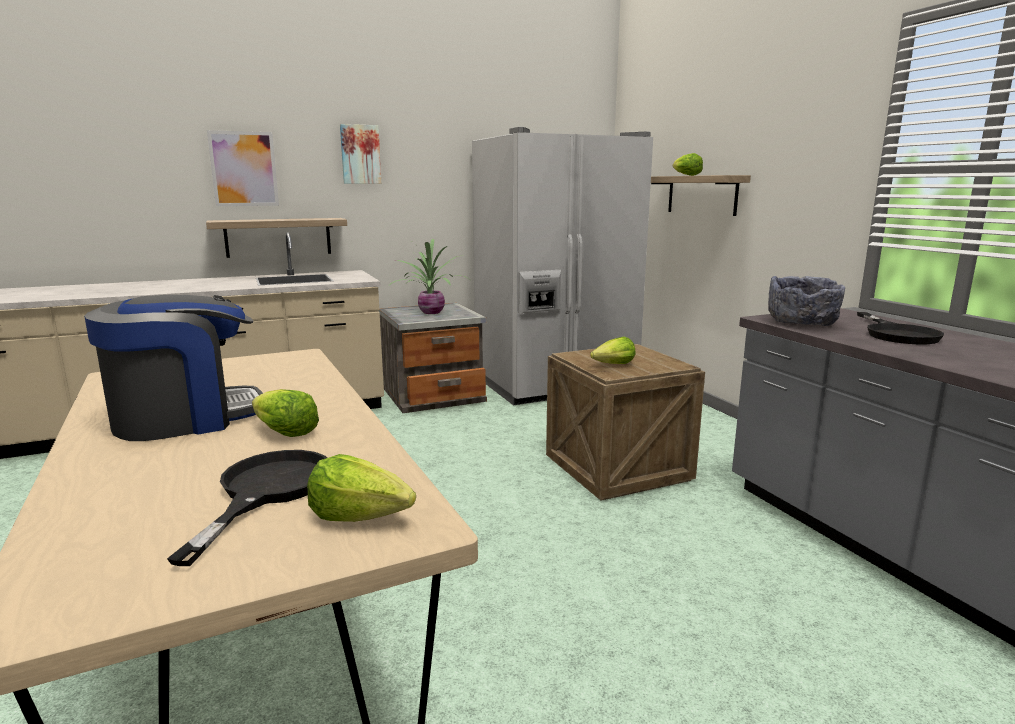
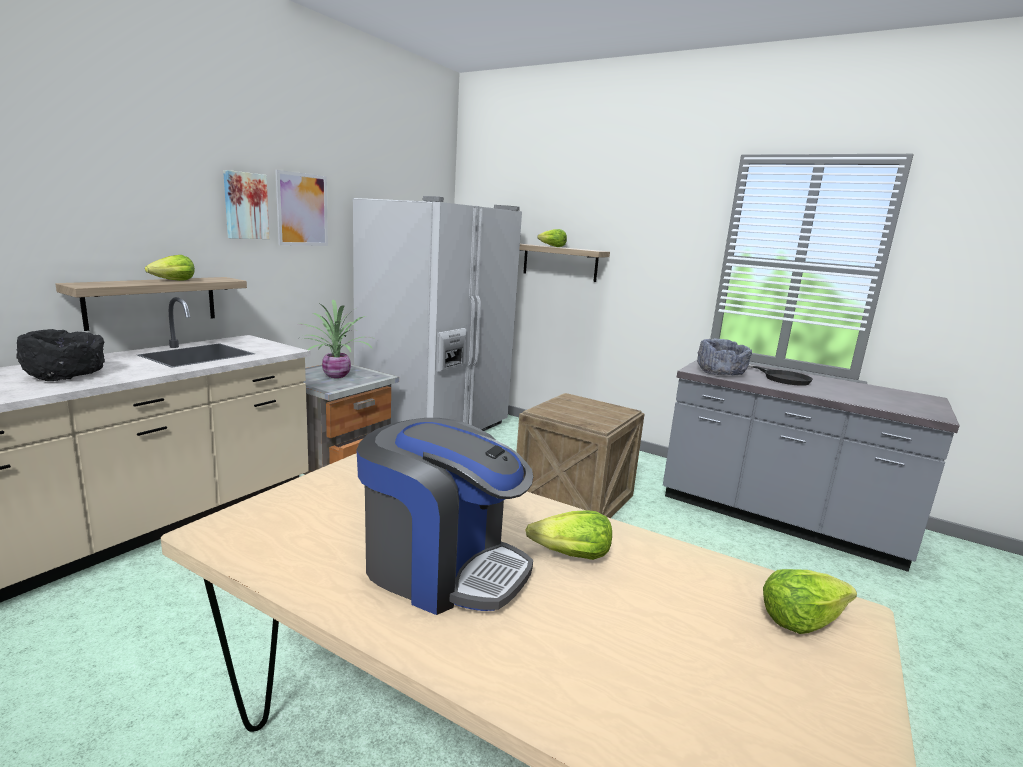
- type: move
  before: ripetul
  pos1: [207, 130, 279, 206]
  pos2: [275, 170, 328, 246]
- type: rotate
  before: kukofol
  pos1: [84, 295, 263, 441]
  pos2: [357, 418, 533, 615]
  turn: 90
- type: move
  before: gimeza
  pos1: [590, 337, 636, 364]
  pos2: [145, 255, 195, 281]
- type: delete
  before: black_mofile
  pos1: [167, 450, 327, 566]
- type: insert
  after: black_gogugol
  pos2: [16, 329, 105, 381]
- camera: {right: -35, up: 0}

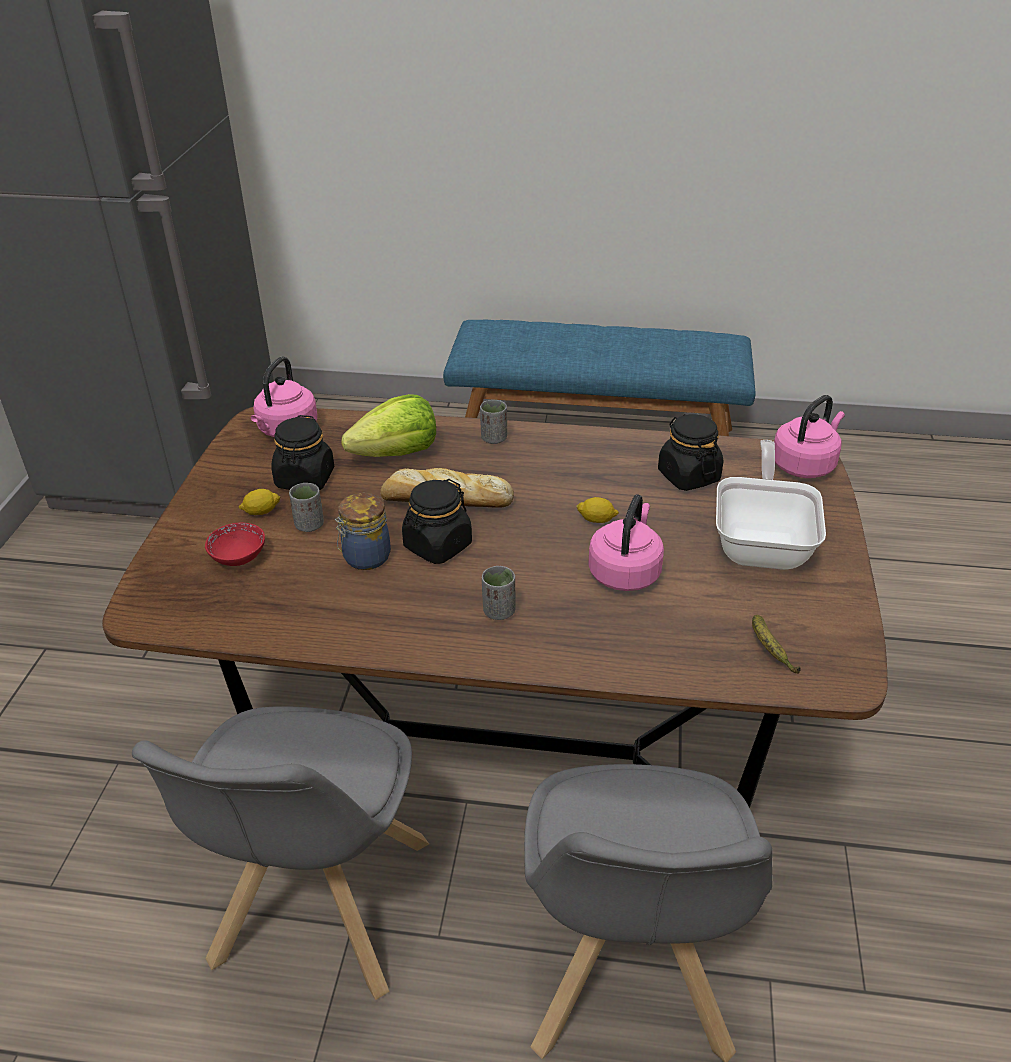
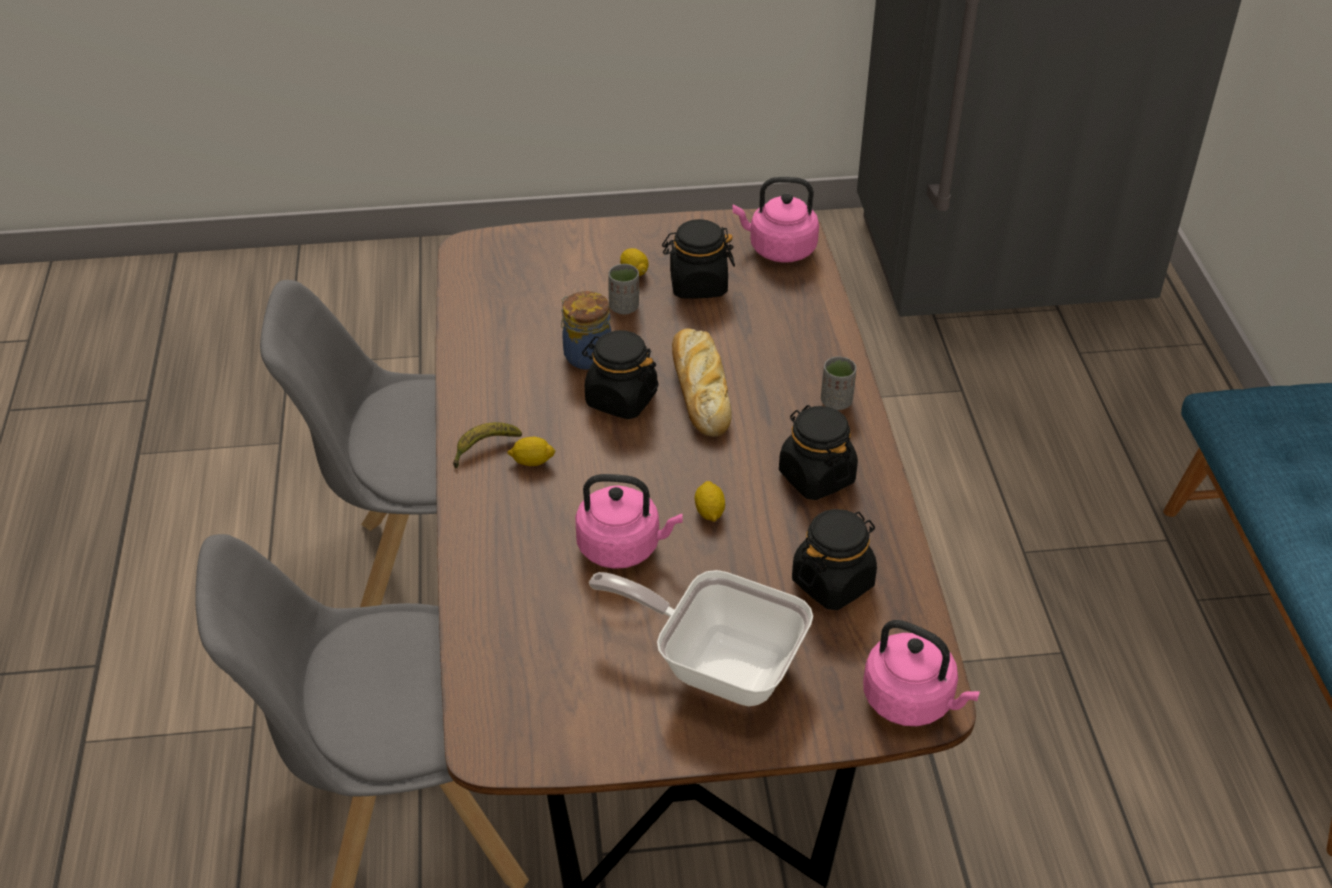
- type: delete
  before: gimeza
  pos1: [341, 394, 436, 457]
- type: rotate
  before: mofile
  pos1: [716, 440, 826, 570]
  pos2: [589, 570, 813, 706]
  turn: -150
- type: delete
  before: red_gogugol
  pos1: [205, 523, 265, 566]
- type: replace
  before: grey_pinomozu
  after: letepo
  pos1: [482, 566, 516, 620]
  pos2: [507, 437, 556, 466]
- type: move
  before: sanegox
  pos1: [752, 615, 800, 674]
  pos2: [453, 422, 522, 469]
- type: insert
  after: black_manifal
  pos2: [779, 405, 858, 500]
- camera: {right: 75, up: 5}

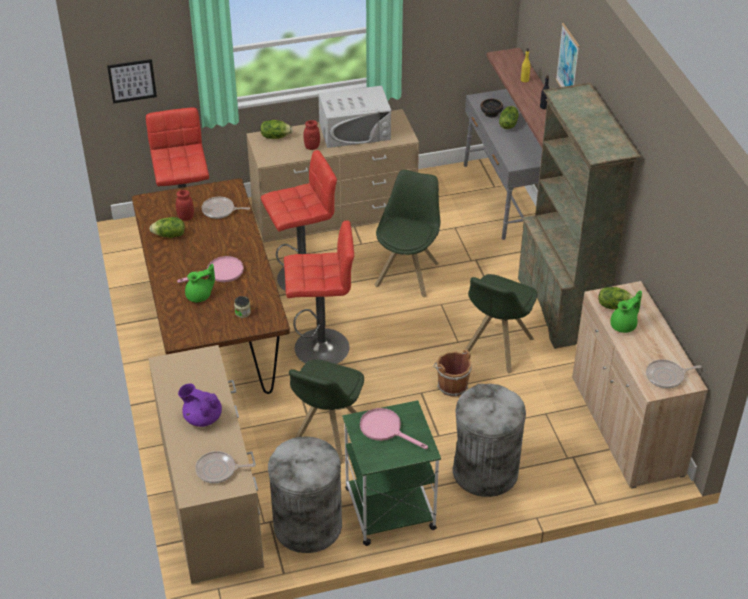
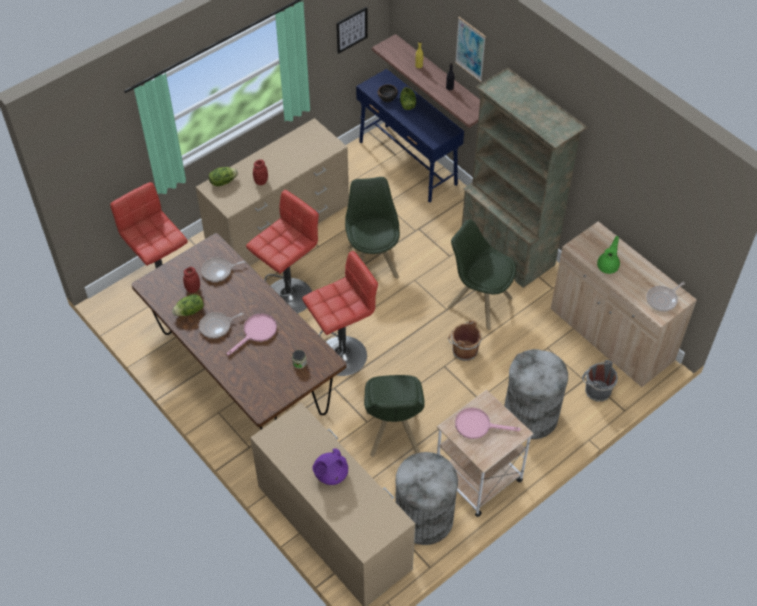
- type: move
  before: ripetul
  pos1: [107, 59, 157, 104]
  pos2: [336, 7, 368, 54]
- type: delete
  before: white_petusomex
  pos1: [318, 86, 391, 148]
- type: recolor
  before: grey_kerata
  after: blue_kerata
  pos1: [464, 89, 542, 240]
  pos2: [356, 69, 464, 202]
- type: delete
  before: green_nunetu
  pos1: [185, 264, 215, 302]
- type: rotate
  before: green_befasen
  pos1: [465, 274, 537, 373]
  pos2: [448, 219, 516, 330]
  turn: 120
- type: delete
  before: gimeza
  pos1: [598, 287, 634, 310]
- type: rotate
  before: purple_nunetu
  pos1: [178, 384, 222, 427]
  pos2: [312, 448, 348, 485]
  turn: -45
- type: recolor
  before: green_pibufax
  after: beige_pibufax
  pos1: [342, 400, 441, 546]
  pos2: [437, 390, 534, 517]
- type: move
  before: mofile
  pos1: [195, 451, 256, 483]
  pos2: [199, 312, 244, 338]
- type: insert
  after: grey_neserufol
  pos2: [582, 360, 618, 402]
- camera: {right: -25, up: 10}

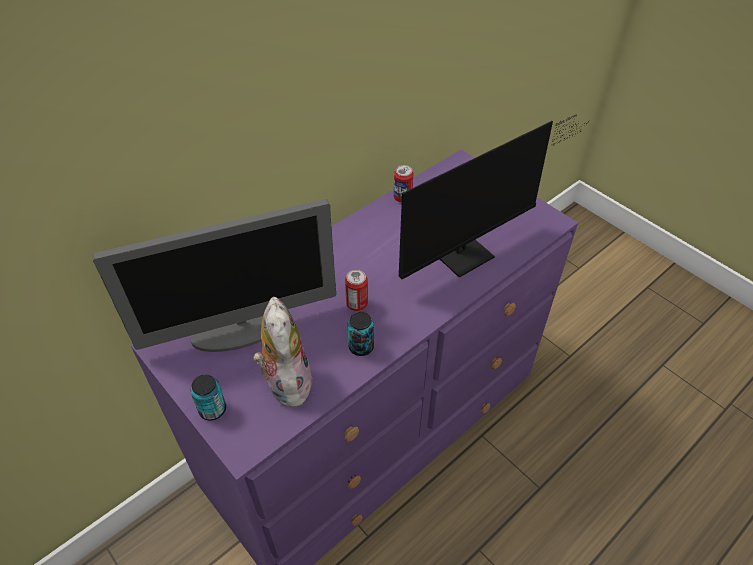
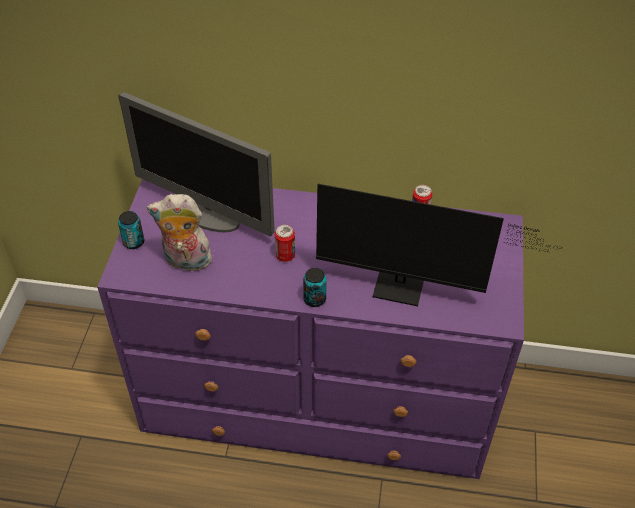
- type: rotate
  before: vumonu
  pos1: [253, 297, 313, 407]
  pos2: [147, 194, 214, 275]
  turn: -120
- type: move
  before: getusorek
  pos1: [347, 312, 374, 356]
  pos2: [303, 268, 327, 307]
- camera: {right: 50, up: 0}

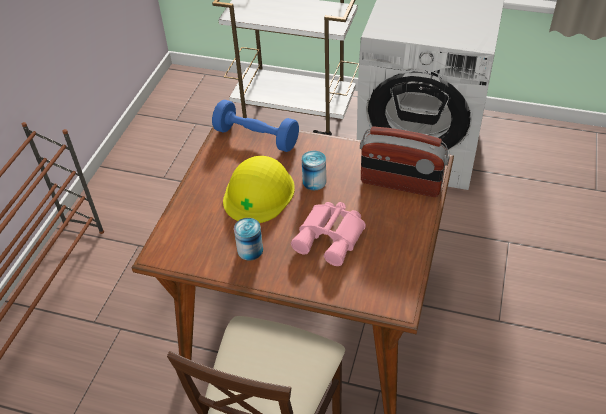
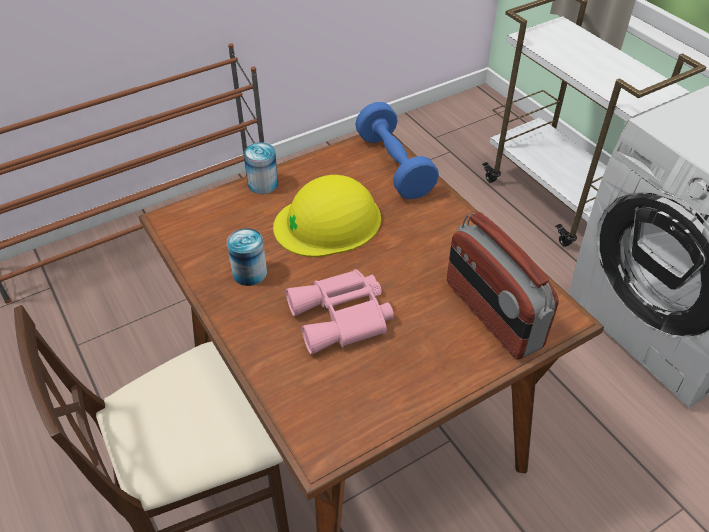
- type: move
  before: getusorek
  pos1: [301, 151, 326, 190]
  pos2: [244, 142, 278, 194]
- camera: {right: 40, up: 0}

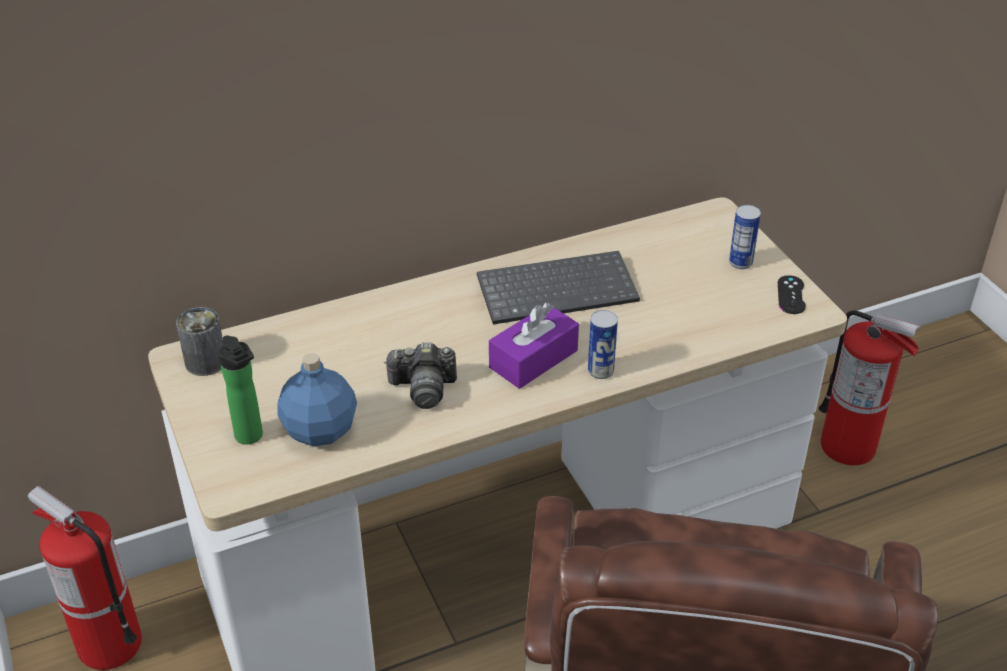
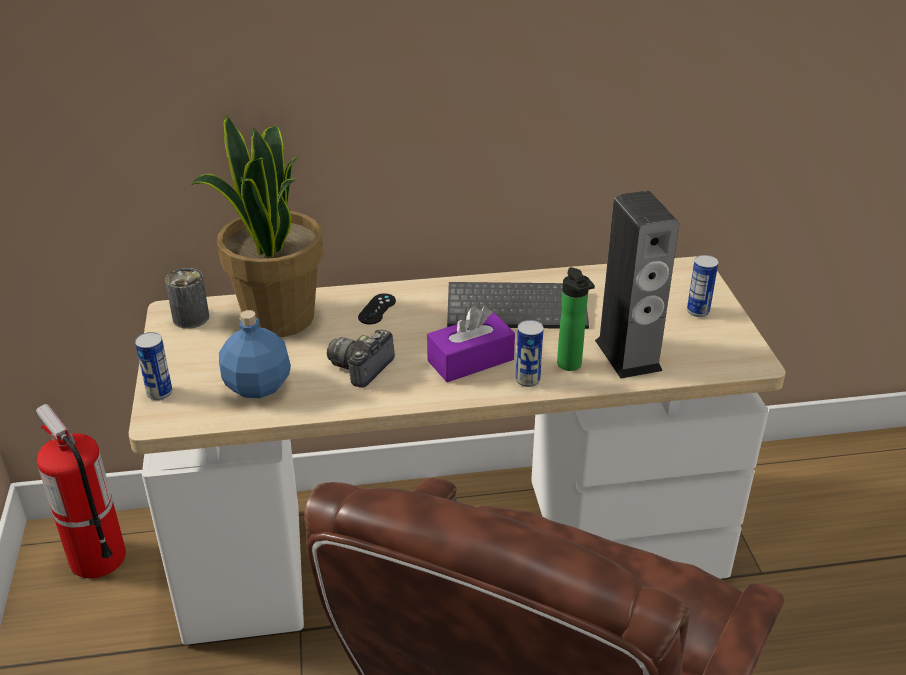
- type: move
  before: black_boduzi
  pos1: [778, 275, 806, 314]
  pos2: [358, 293, 396, 324]
- type: delete
  before: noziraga
  pos1: [819, 310, 921, 465]
- type: move
  before: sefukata
  pos1: [219, 335, 263, 445]
  pos2: [557, 267, 595, 371]
- type: rotate
  before: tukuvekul
  pos1: [384, 342, 457, 409]
  pos2: [327, 330, 395, 388]
  turn: 105
- type: insert
  after: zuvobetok
  pos2: [191, 115, 323, 337]
- type: insert
  after: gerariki
  pos2: [595, 191, 679, 379]
- type: insert
  after: getusorek
  pos2: [135, 332, 172, 400]
- camera: {right: 15, up: -5}

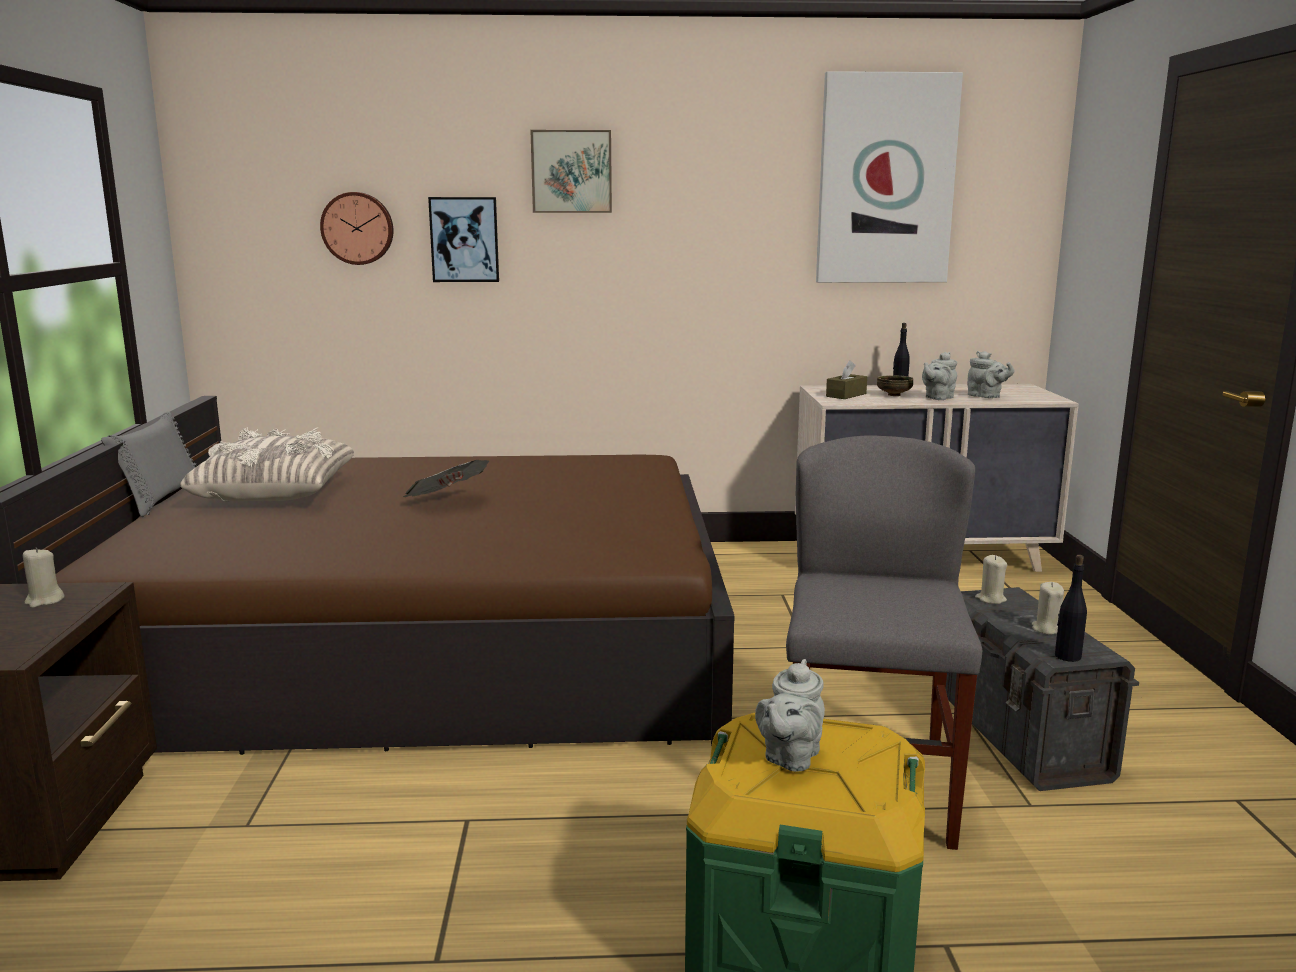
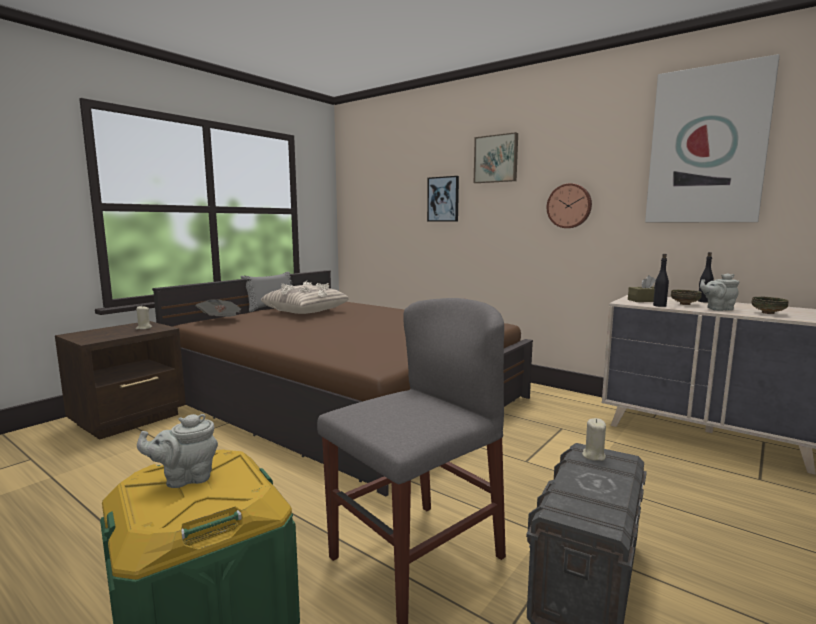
- type: move
  before: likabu
  pos1: [320, 192, 393, 265]
  pos2: [547, 183, 592, 228]
- type: replace
  before: grey_nunetu
  after: gogugol
  pos1: [967, 351, 1014, 398]
  pos2: [751, 296, 789, 314]
- type: move
  before: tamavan
  pos1: [403, 460, 490, 497]
  pos2: [195, 299, 241, 317]
- type: move
  before: black_sefukata
  pos1: [1055, 555, 1087, 662]
  pos2: [653, 254, 669, 307]
- type: delete
  before: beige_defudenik
  pos1: [1032, 582, 1064, 635]
- camera: {right: 40, up: -5}

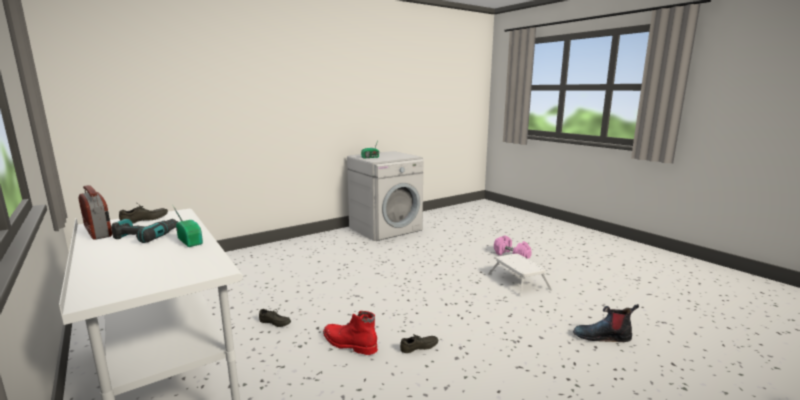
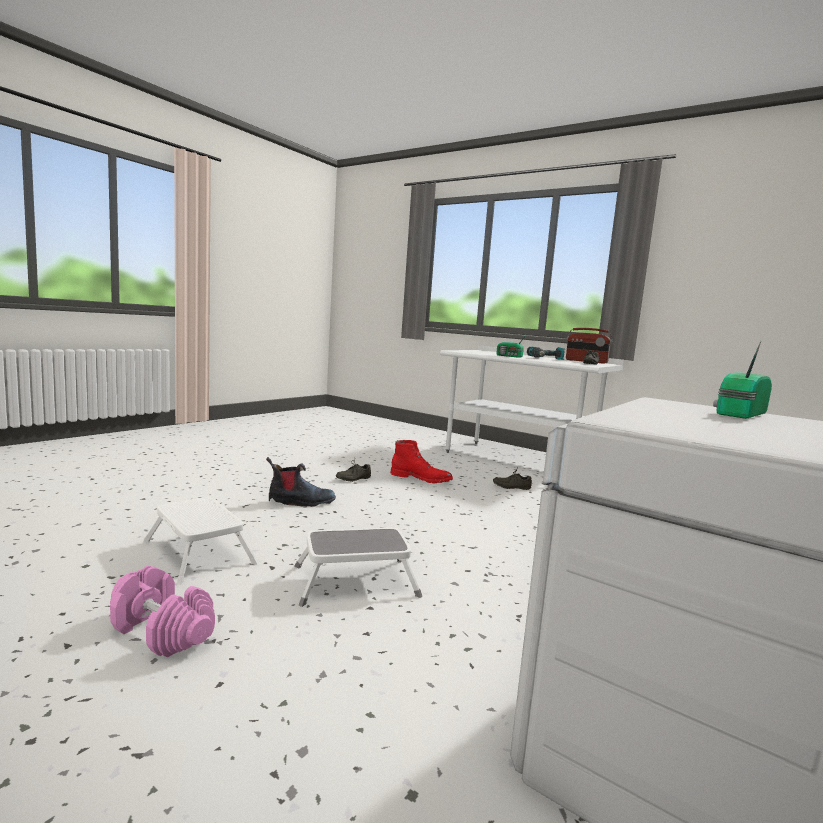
- type: move
  before: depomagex
  pos1: [573, 304, 639, 342]
  pos2: [266, 457, 336, 507]
- type: insert
  after: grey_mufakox
  pos2: [294, 528, 422, 607]
- camera: {right: 160, up: -5}

